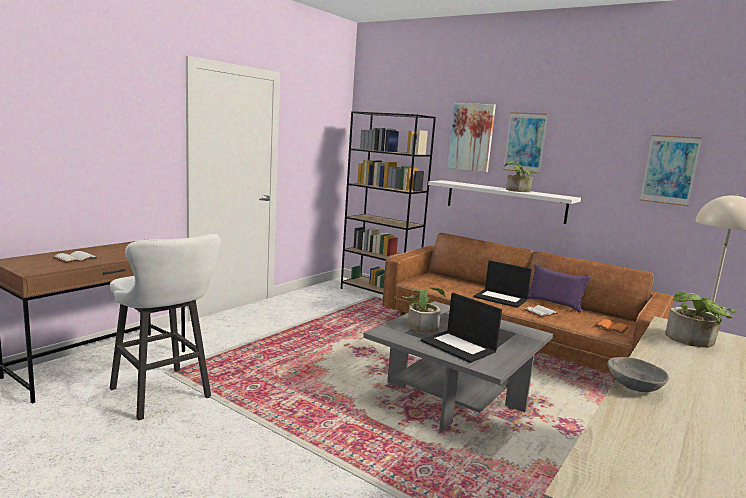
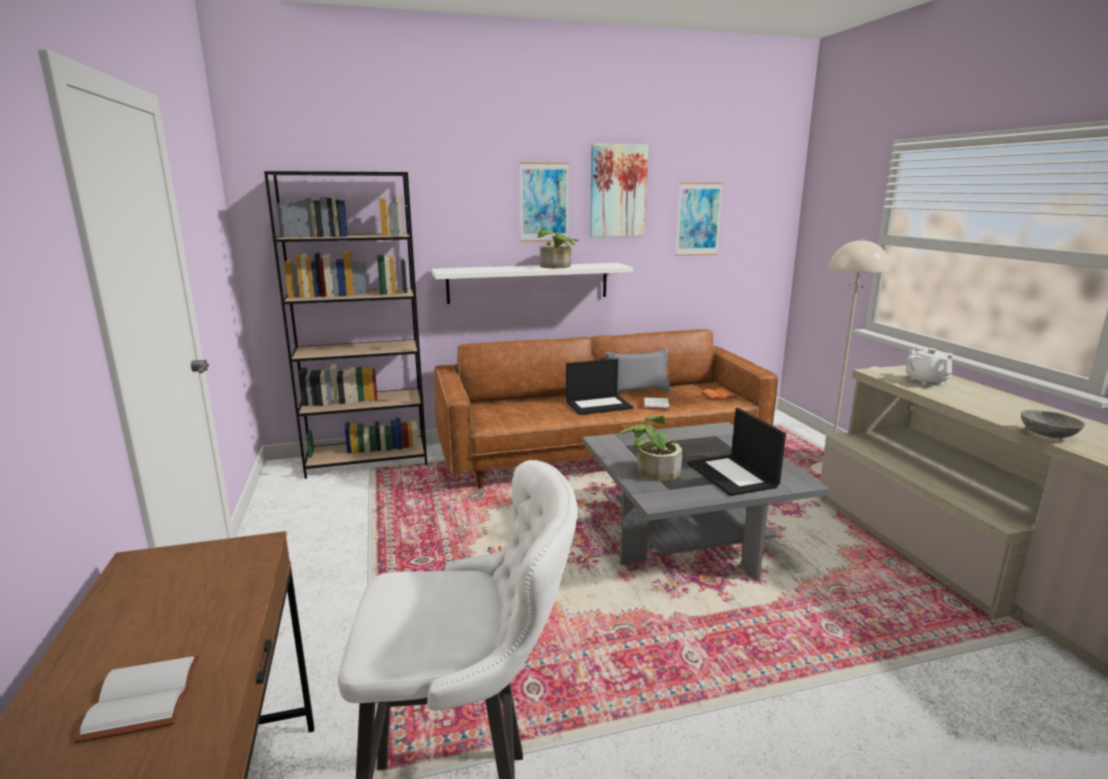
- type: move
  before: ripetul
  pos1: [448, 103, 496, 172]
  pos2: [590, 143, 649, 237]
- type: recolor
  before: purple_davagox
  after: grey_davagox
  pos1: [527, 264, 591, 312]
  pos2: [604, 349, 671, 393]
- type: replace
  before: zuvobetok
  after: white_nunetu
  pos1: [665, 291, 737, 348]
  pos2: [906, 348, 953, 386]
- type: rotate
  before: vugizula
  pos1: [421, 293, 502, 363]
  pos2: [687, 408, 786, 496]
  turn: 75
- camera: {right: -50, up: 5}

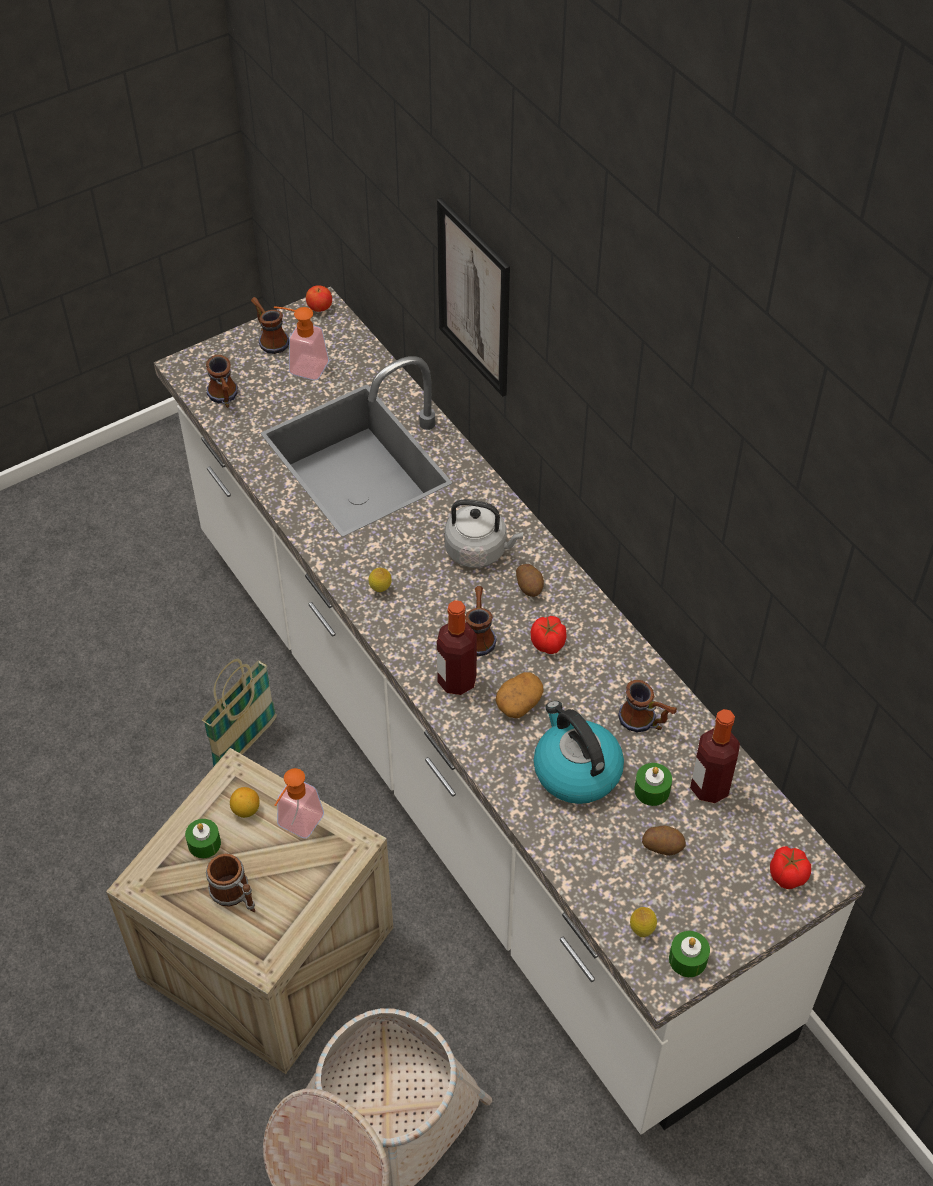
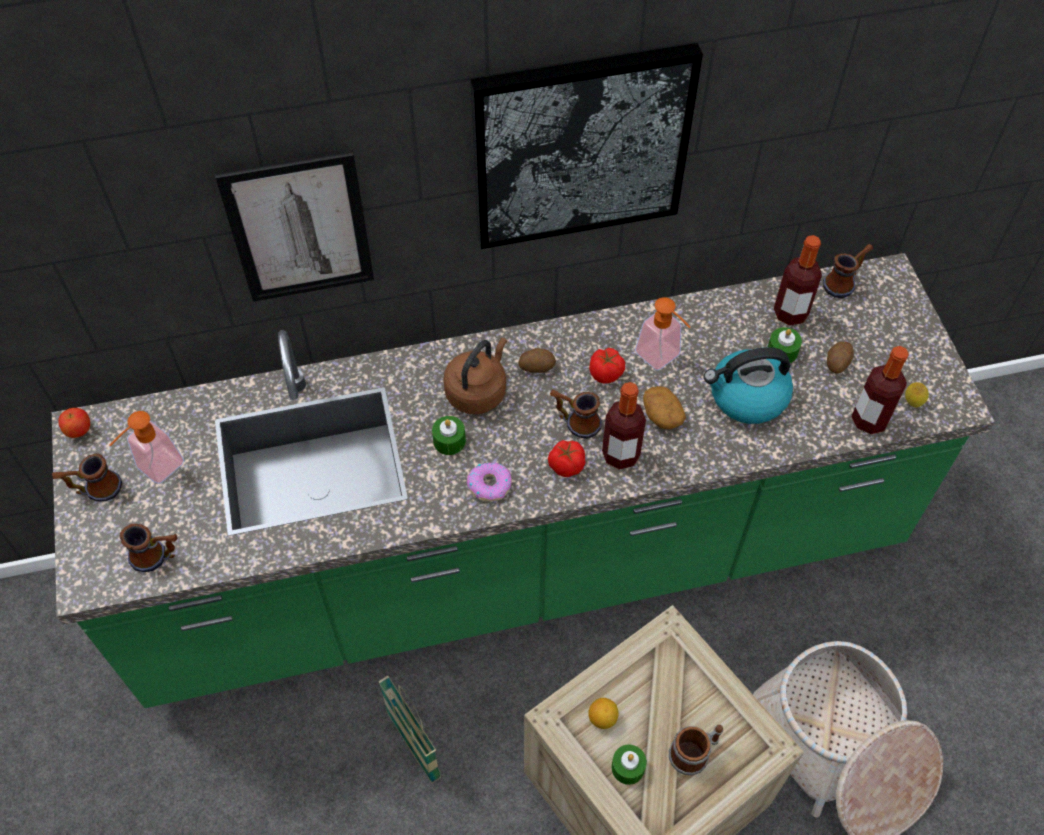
- type: recolor
  before: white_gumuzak
  after: green_gumuzak
  pos1: [154, 287, 865, 1134]
  pos2: [52, 253, 995, 708]
- type: recolor
  before: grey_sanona
  after: brown_sanona
  pos1: [444, 499, 523, 568]
  pos2: [443, 338, 507, 414]
- type: replace
  before: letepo
  after: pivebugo
  pos1: [369, 568, 392, 592]
  pos2: [467, 462, 511, 501]
- type: move
  before: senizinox
  pos1: [618, 680, 677, 733]
  pos2: [823, 244, 873, 298]
- type: move
  before: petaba
  pos1: [274, 768, 324, 839]
  pos2: [635, 297, 690, 371]
- type: move
  before: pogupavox
  pos1: [770, 846, 811, 889]
  pos2: [548, 440, 585, 477]
- type: move
  before: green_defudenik
  pos1: [669, 931, 710, 977]
  pos2: [432, 416, 466, 455]
- type: insert
  after: ripetul
  pos2: [470, 43, 703, 249]
- type: insert
  after: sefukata
  pos2: [851, 346, 909, 434]
- camera: {right: -70, up: 5}

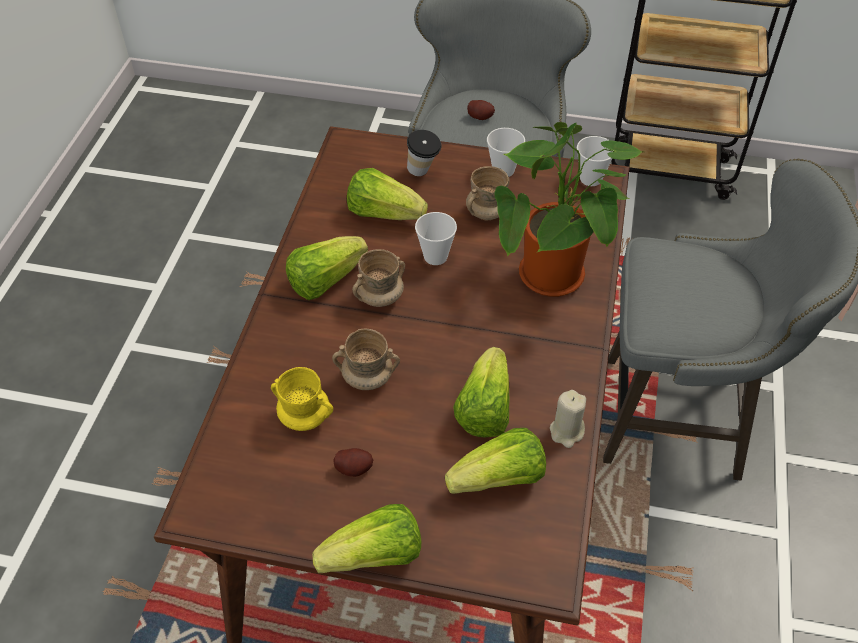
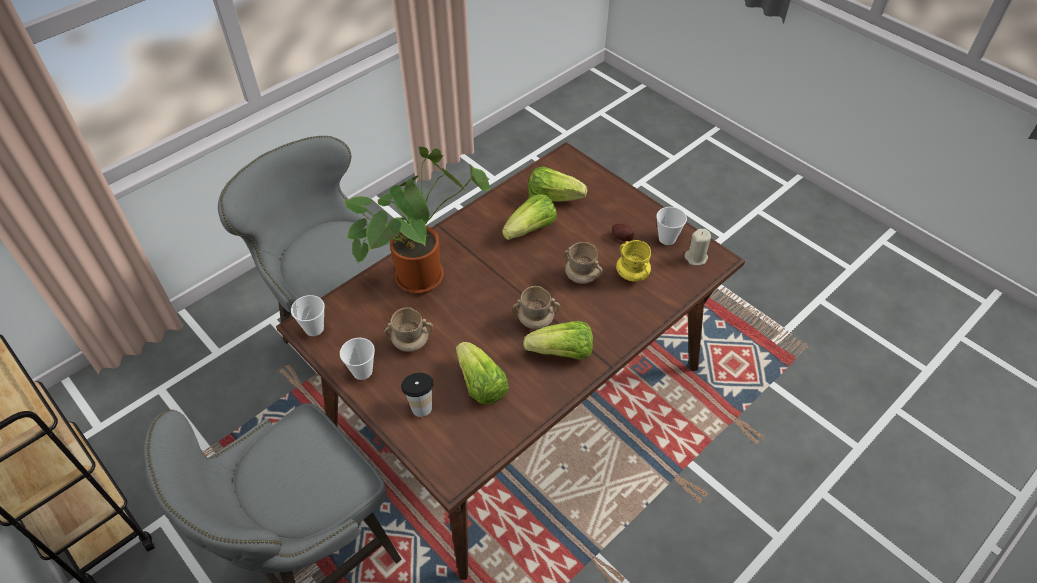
- type: delete
  before: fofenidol
  pos1: [467, 100, 495, 120]
- type: move
  before: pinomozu
  pos1: [415, 212, 457, 265]
  pos2: [656, 207, 687, 245]
- type: move
  before: beige_defudenik
  pos1: [550, 390, 586, 448]
  pos2: [684, 229, 711, 265]
- type: delete
  before: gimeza
  pos1: [312, 504, 421, 573]
- camera: {right: -145, up: 0}

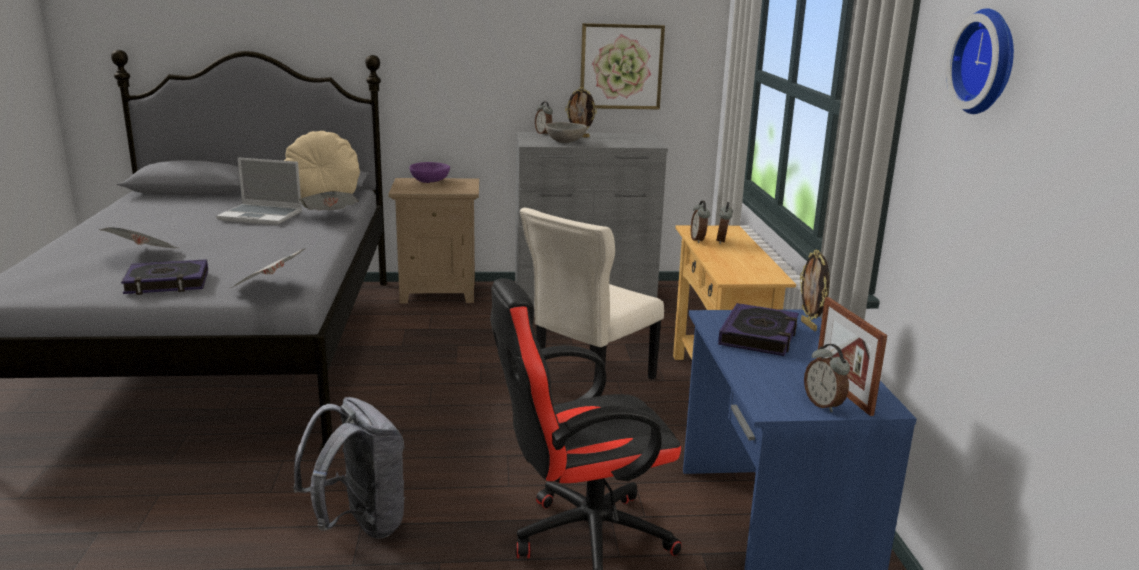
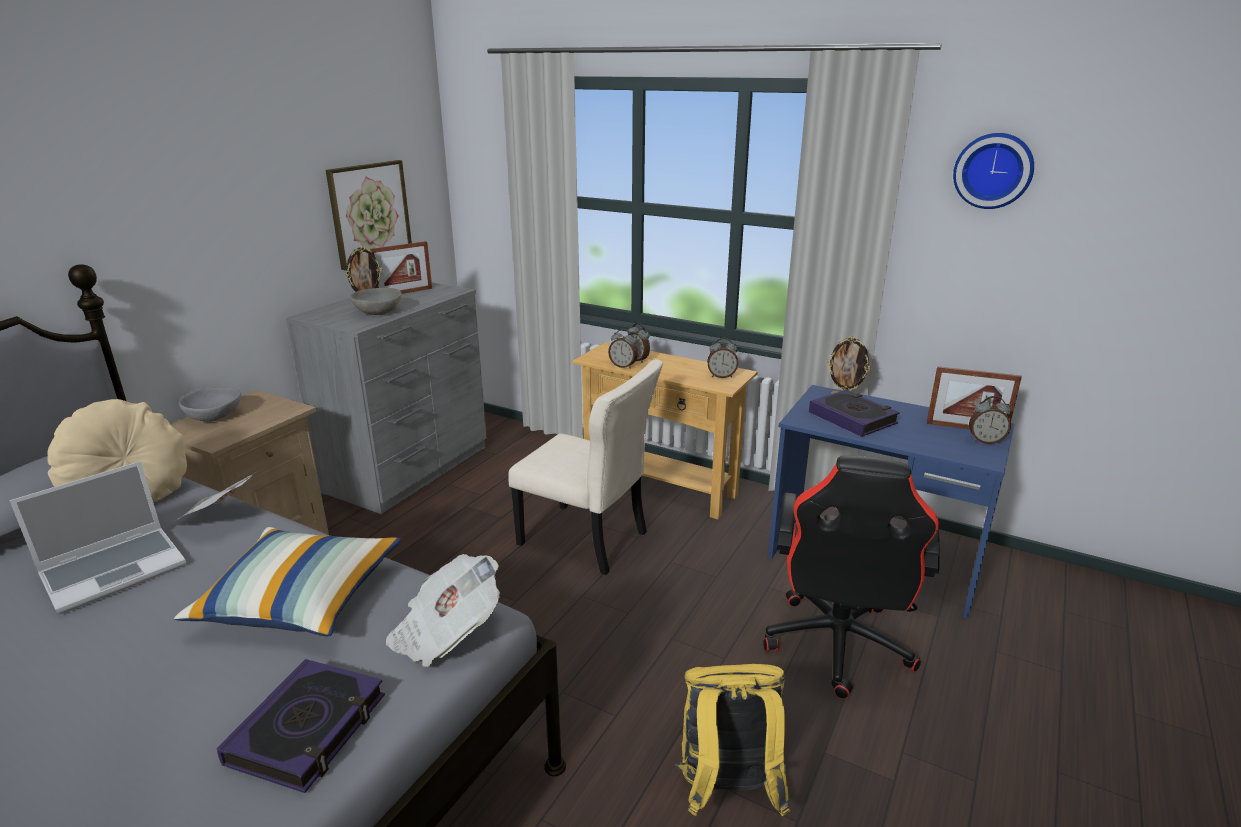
- type: move
  before: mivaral
  pos1: [535, 101, 553, 135]
  pos2: [707, 338, 738, 378]
- type: recolor
  before: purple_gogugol
  after: grey_gogugol
  pos1: [410, 162, 450, 183]
  pos2: [179, 387, 241, 422]
- type: rotate
  before: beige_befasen
  pos1: [520, 208, 664, 384]
  pos2: [508, 359, 663, 575]
  turn: -45
- type: delete
  before: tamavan
  pos1: [99, 227, 178, 248]
- type: recolor
  before: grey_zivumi
  after: yellow_zivumi
  pos1: [293, 397, 406, 539]
  pos2: [675, 664, 790, 816]
- type: insert
  after: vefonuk
  pos2: [370, 241, 432, 294]
- type: insert
  after: davagox
  pos2: [174, 527, 401, 636]
- camera: {right: -55, up: 5}

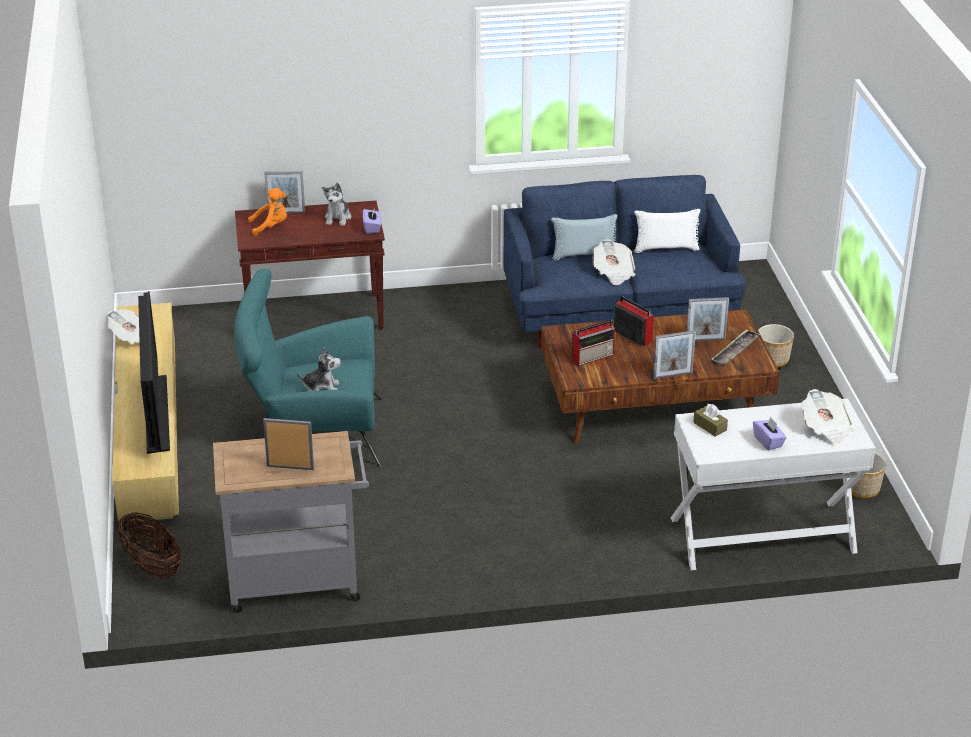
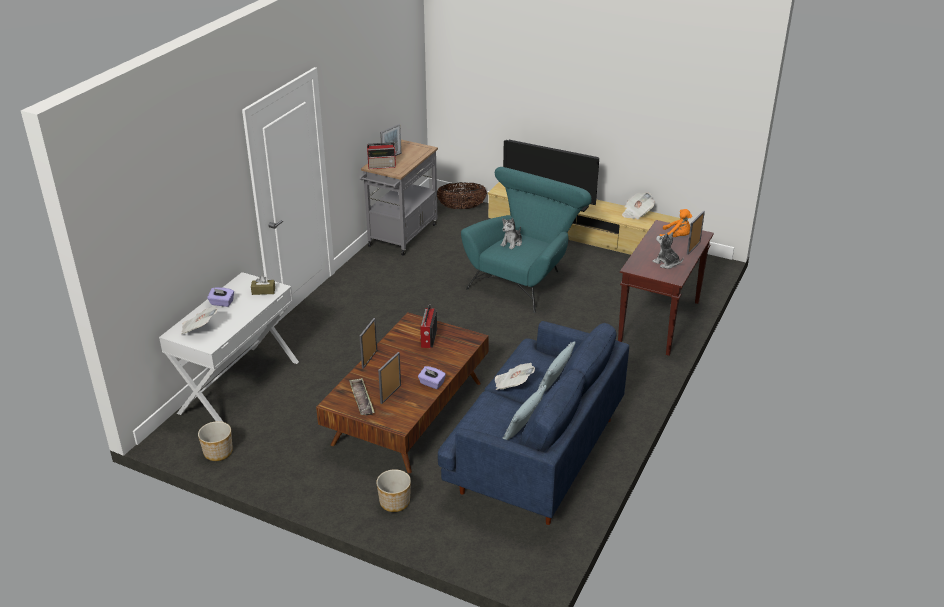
- type: rotate
  before: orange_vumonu
  pos1: [248, 188, 287, 236]
  pos2: [659, 209, 692, 237]
  turn: -90
- type: move
  before: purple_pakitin
  pos1: [363, 207, 381, 234]
  pos2: [418, 366, 446, 389]
- type: recolor
  before: white_davagox
  after: blue_davagox
  pos1: [634, 209, 700, 253]
  pos2: [502, 385, 547, 440]
- type: move
  before: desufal
  pos1: [614, 296, 654, 346]
  pos2: [367, 142, 396, 169]
- camera: {right: 125, up: 0}

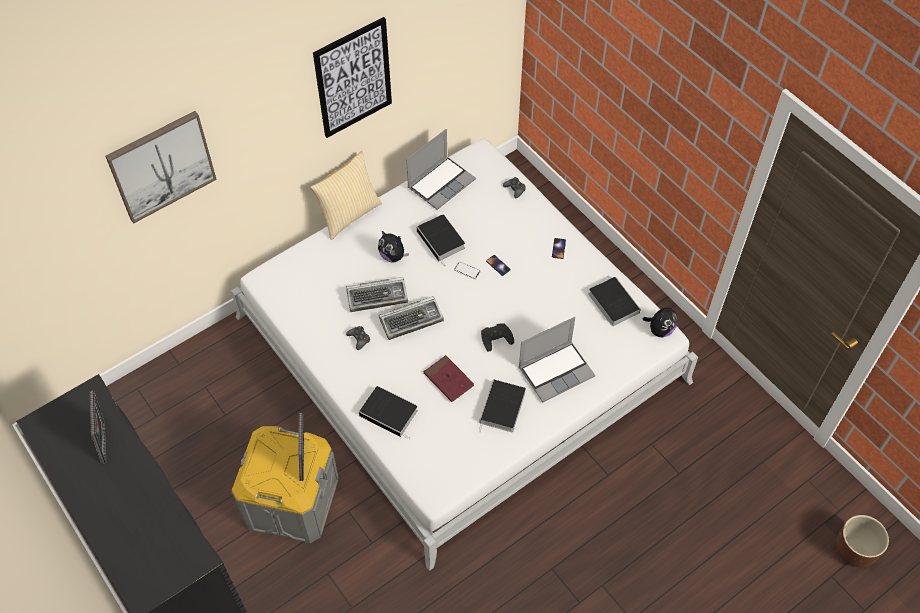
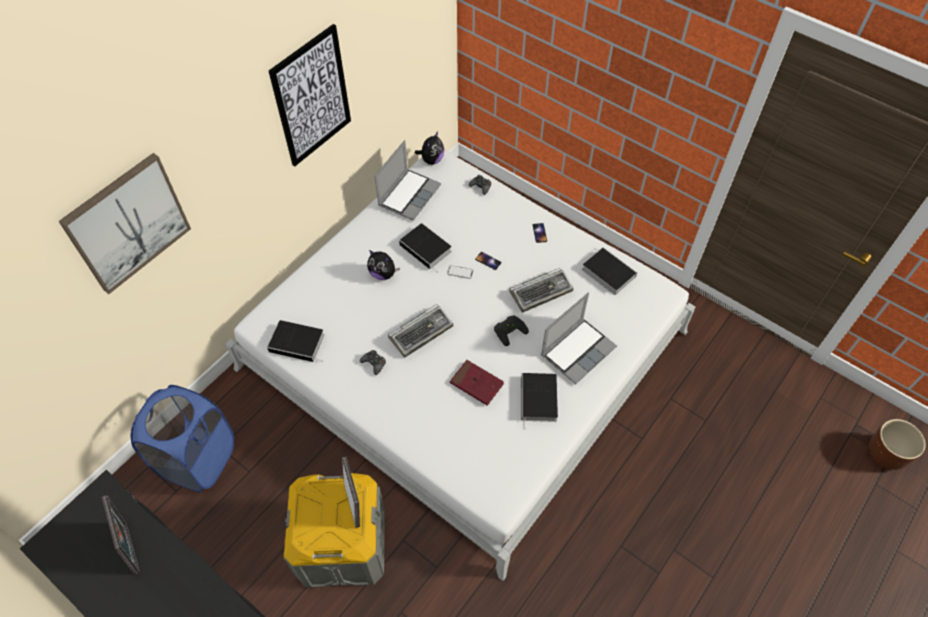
- type: delete
  before: davagox
  pos1: [310, 151, 382, 240]
- type: move
  before: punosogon
  pos1: [346, 277, 408, 312]
  pos2: [509, 268, 574, 312]
- type: move
  before: vumonu
  pos1: [643, 305, 678, 337]
  pos2: [415, 132, 444, 165]
- type: move
  before: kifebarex
  pos1: [359, 386, 418, 439]
  pos2: [267, 320, 324, 362]
- type: insert
  after: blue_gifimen
  pos2: [131, 385, 234, 492]
- camera: {right: -15, up: 0}

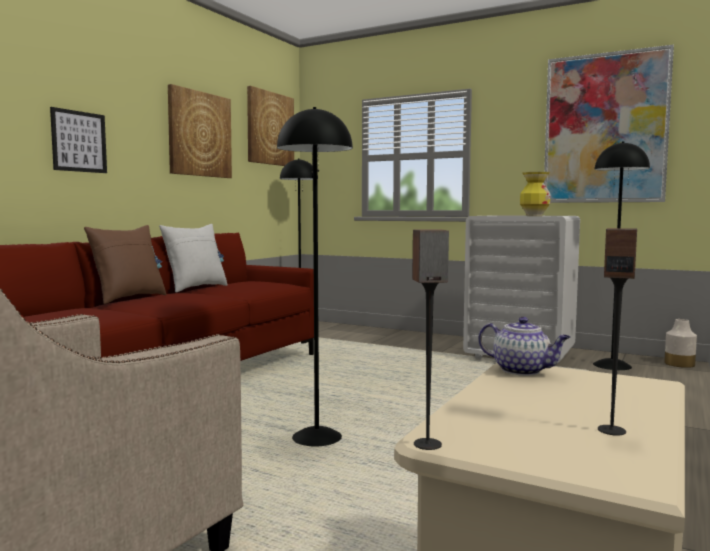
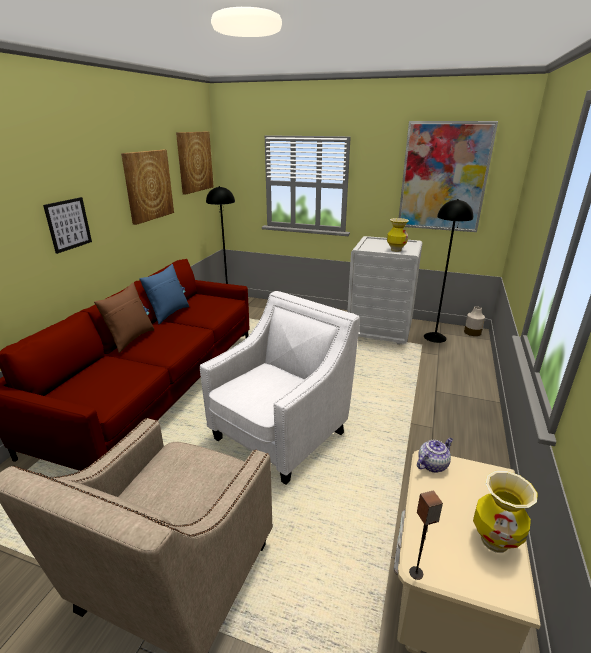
- type: replace
  before: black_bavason
  after: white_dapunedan
  pos1: [277, 107, 353, 446]
  pos2: [200, 291, 360, 485]
- type: recolor
  before: grey_davagox
  after: blue_davagox
  pos1: [159, 224, 228, 292]
  pos2: [139, 264, 189, 324]
- type: replace
  before: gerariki
  after: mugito
  pos1: [598, 228, 637, 436]
  pos2: [473, 471, 538, 553]
- type: rotate
  before: nunetu
  pos1: [478, 317, 570, 376]
  pos2: [417, 438, 453, 473]
  turn: -60
- camera: {right: -10, up: 20}

